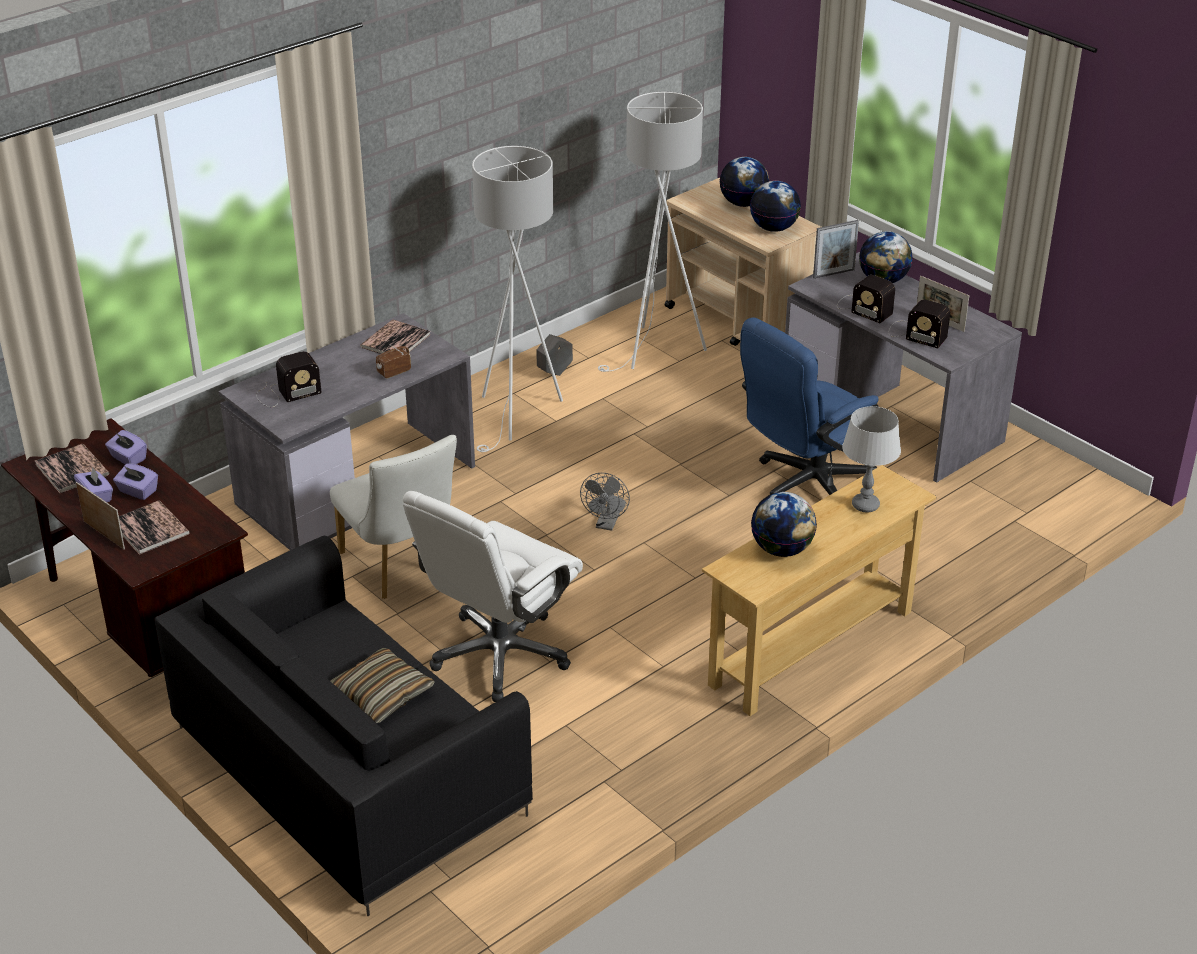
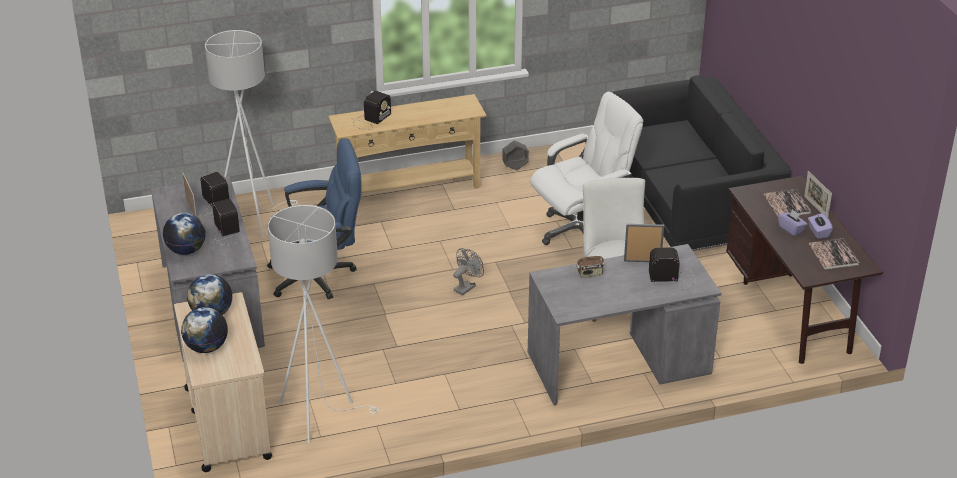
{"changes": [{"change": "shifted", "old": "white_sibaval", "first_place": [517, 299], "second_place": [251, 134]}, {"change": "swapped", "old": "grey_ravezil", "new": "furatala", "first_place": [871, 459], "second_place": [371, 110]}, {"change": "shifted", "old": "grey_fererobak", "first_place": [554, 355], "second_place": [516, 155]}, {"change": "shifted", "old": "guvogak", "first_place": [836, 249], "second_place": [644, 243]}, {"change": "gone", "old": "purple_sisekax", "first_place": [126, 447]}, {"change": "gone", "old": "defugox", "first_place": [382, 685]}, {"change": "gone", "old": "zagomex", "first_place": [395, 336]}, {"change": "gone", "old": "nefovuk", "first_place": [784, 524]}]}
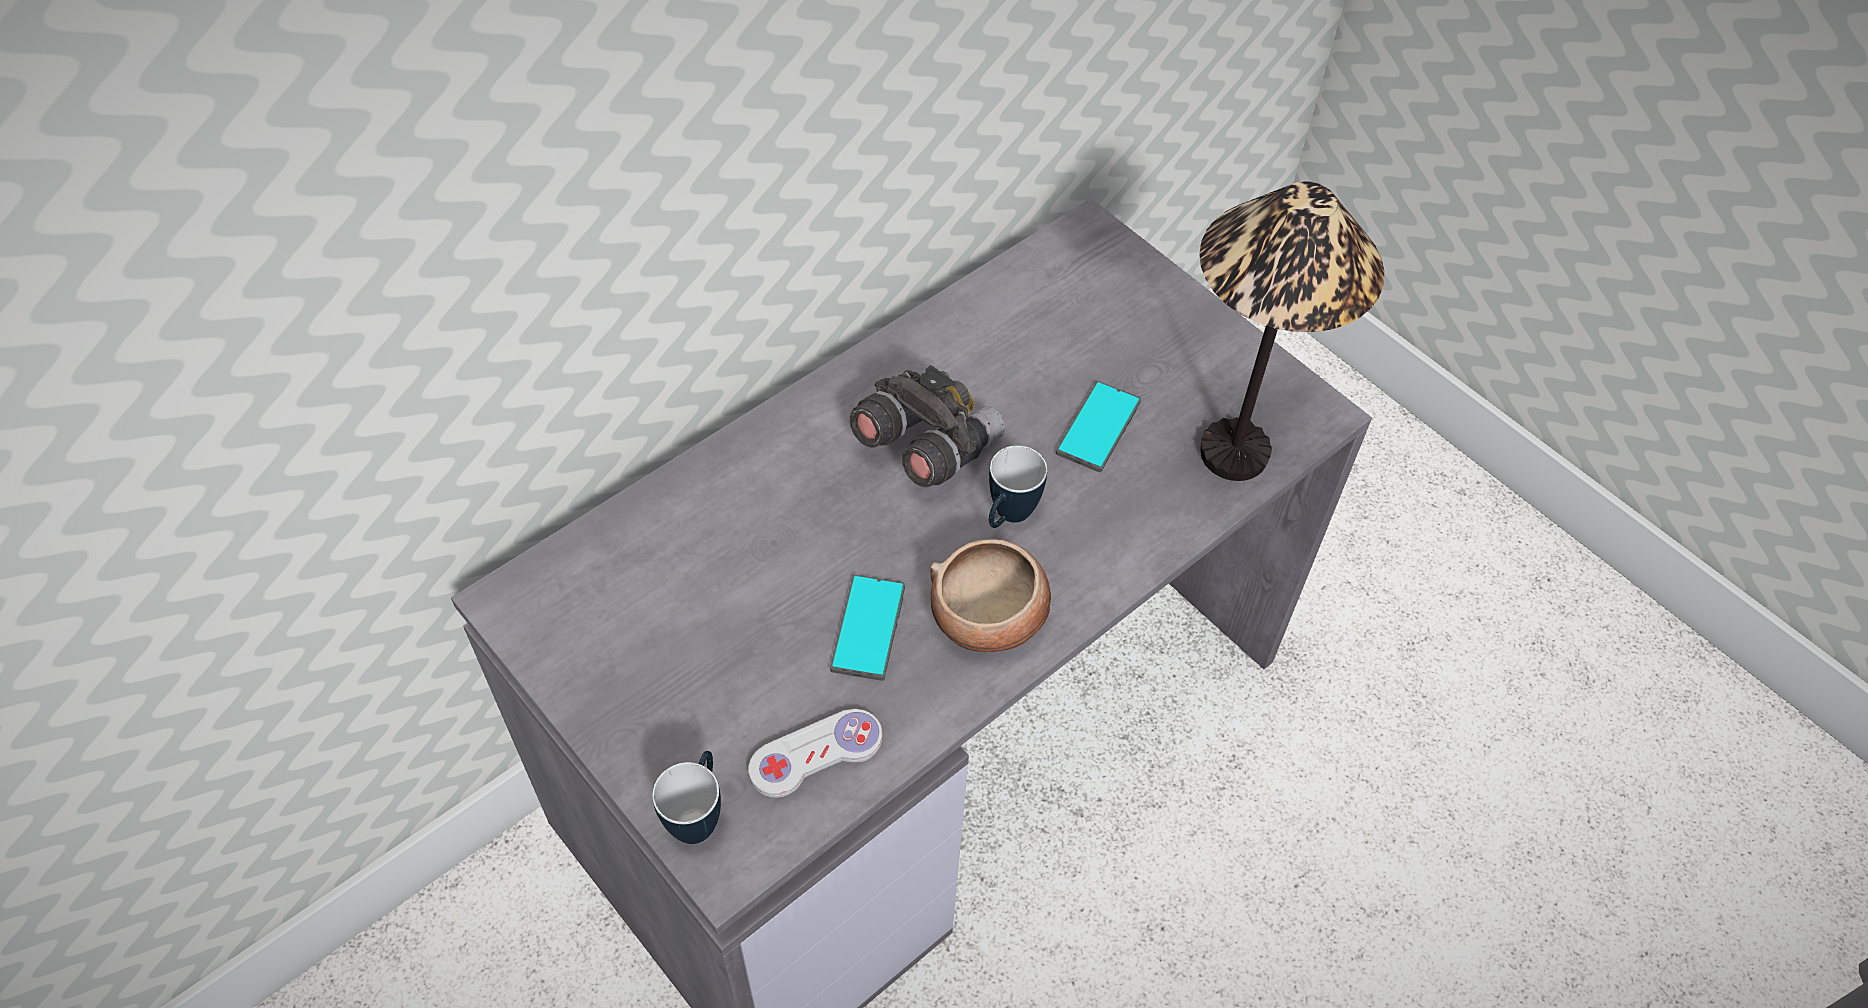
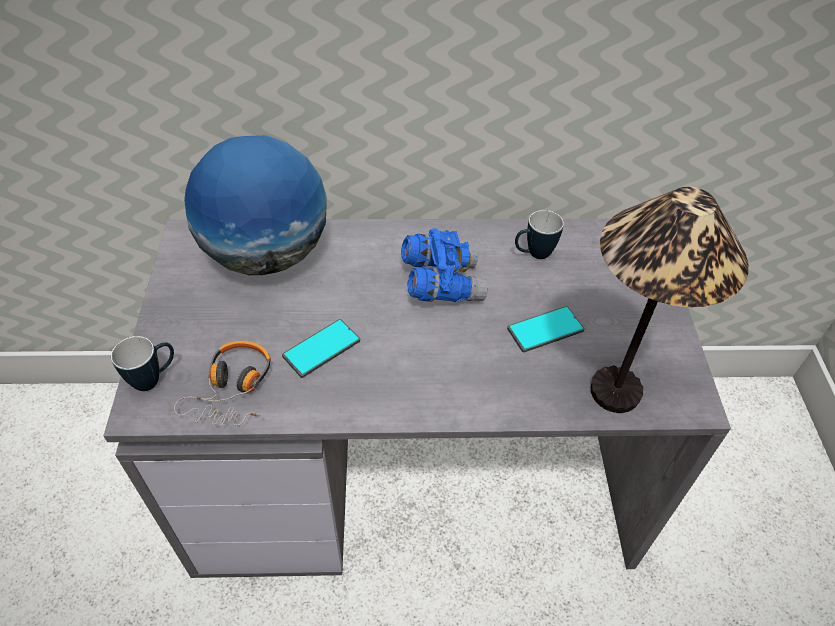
{"changes": [{"change": "swapped", "old": "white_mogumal", "new": "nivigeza", "first_place": [815, 753], "second_place": [222, 383]}, {"change": "new", "new": "nefovuk", "second_place": [255, 205]}, {"change": "repainted", "old": "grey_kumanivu", "new": "blue_kumanivu", "first_place": [927, 426], "second_place": [444, 265]}, {"change": "shifted", "old": "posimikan", "first_place": [1018, 486], "second_place": [539, 234]}, {"change": "gone", "old": "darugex", "first_place": [991, 596]}]}
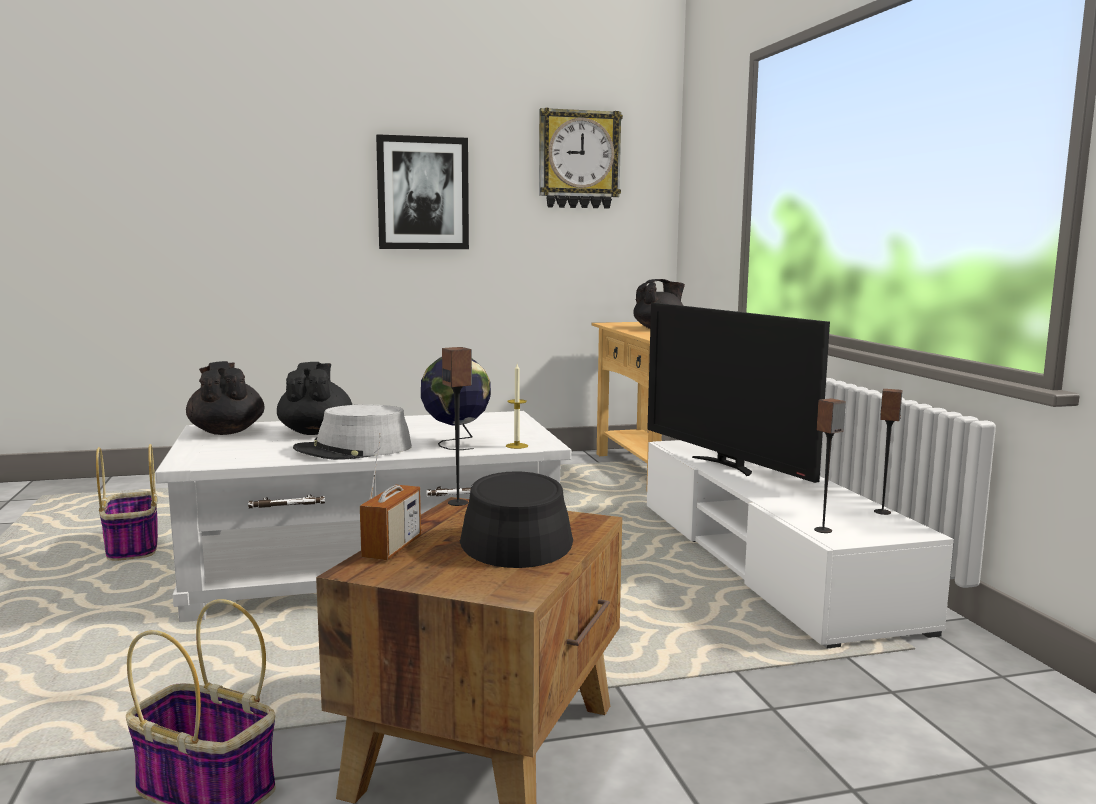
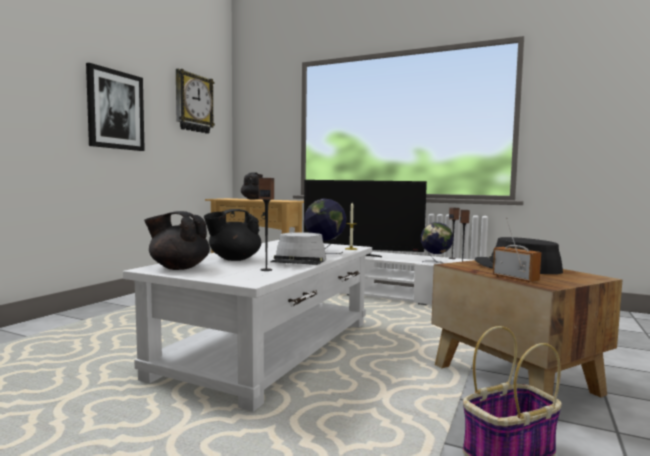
{"changes": [{"change": "rotated", "old": "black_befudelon", "first_place": [314, 398], "second_place": [232, 235], "degrees": -60}, {"change": "shifted", "old": "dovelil", "first_place": [457, 426], "second_place": [266, 224]}, {"change": "new", "new": "nefovuk", "second_place": [437, 242]}, {"change": "gone", "old": "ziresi", "first_place": [127, 502]}]}
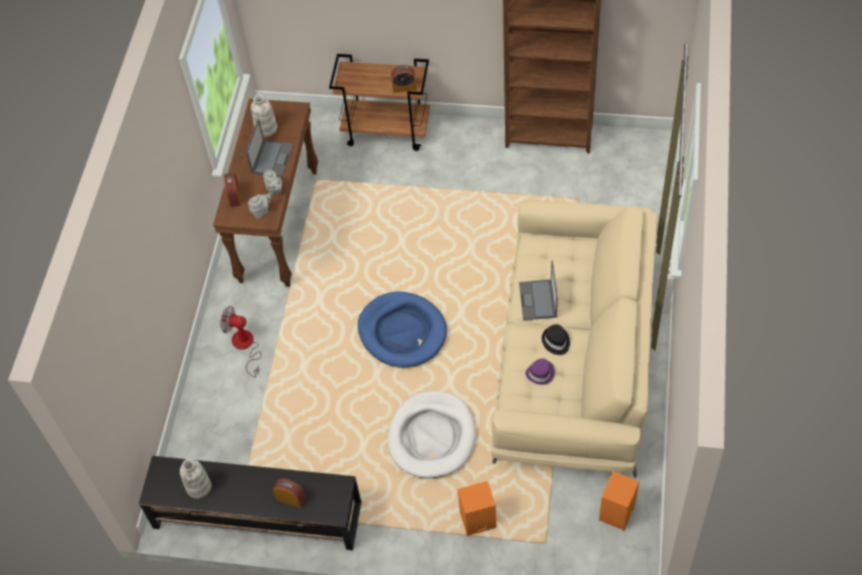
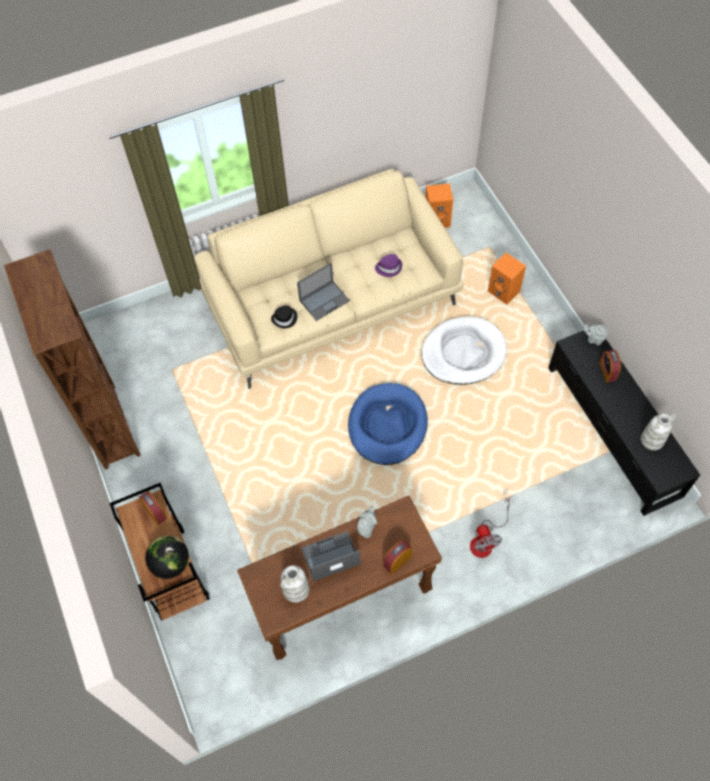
{"changes": [{"change": "new", "new": "nefovuk", "second_place": [167, 557]}, {"change": "shifted", "old": "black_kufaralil", "first_place": [556, 339], "second_place": [284, 316]}, {"change": "shifted", "old": "grey_befudelon", "first_place": [260, 206], "second_place": [596, 334]}]}
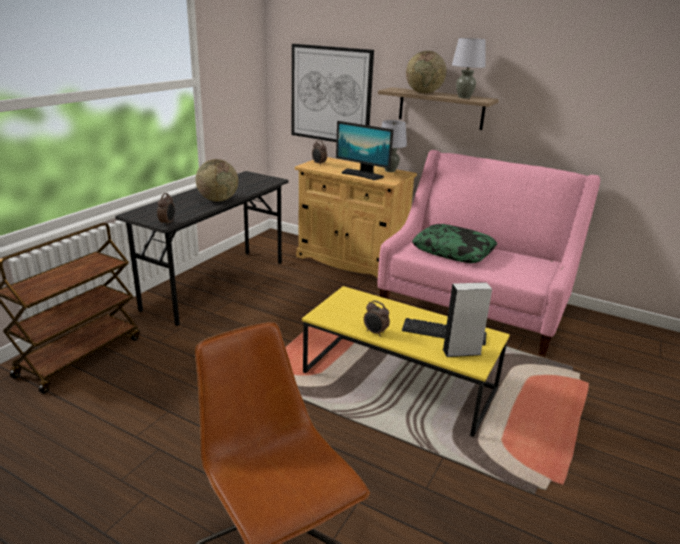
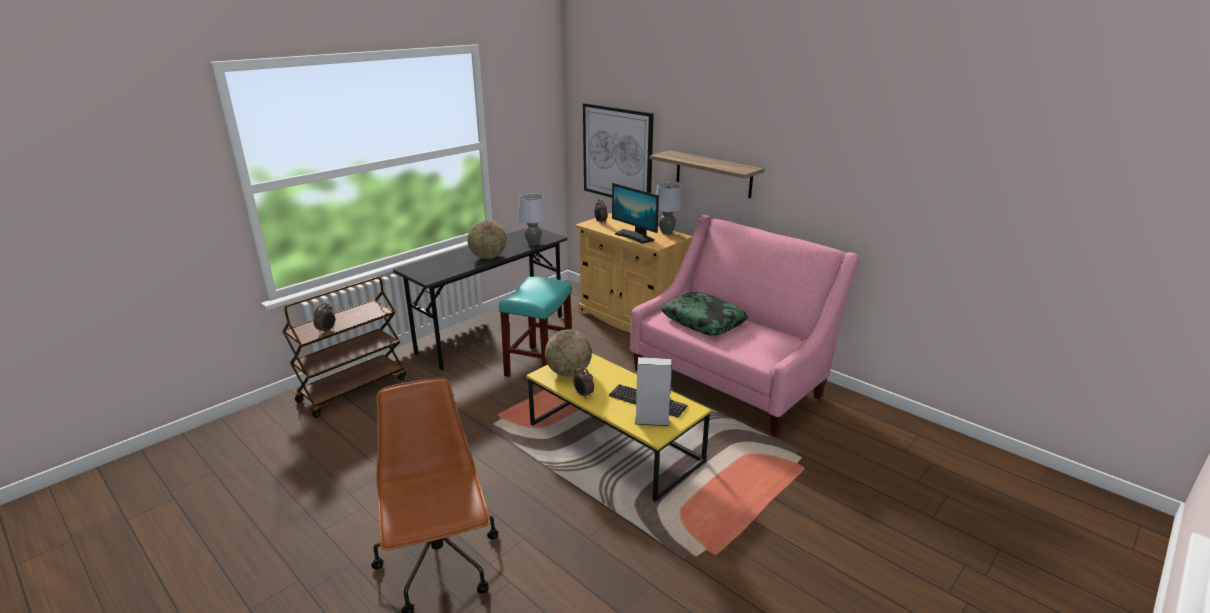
{"changes": [{"change": "shifted", "old": "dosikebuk", "first_place": [166, 209], "second_place": [324, 318]}, {"change": "new", "new": "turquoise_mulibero", "second_place": [535, 327]}, {"change": "shifted", "old": "grey_ravezil", "first_place": [469, 68], "second_place": [532, 220]}, {"change": "shifted", "old": "nefovuk", "first_place": [426, 72], "second_place": [568, 353]}]}
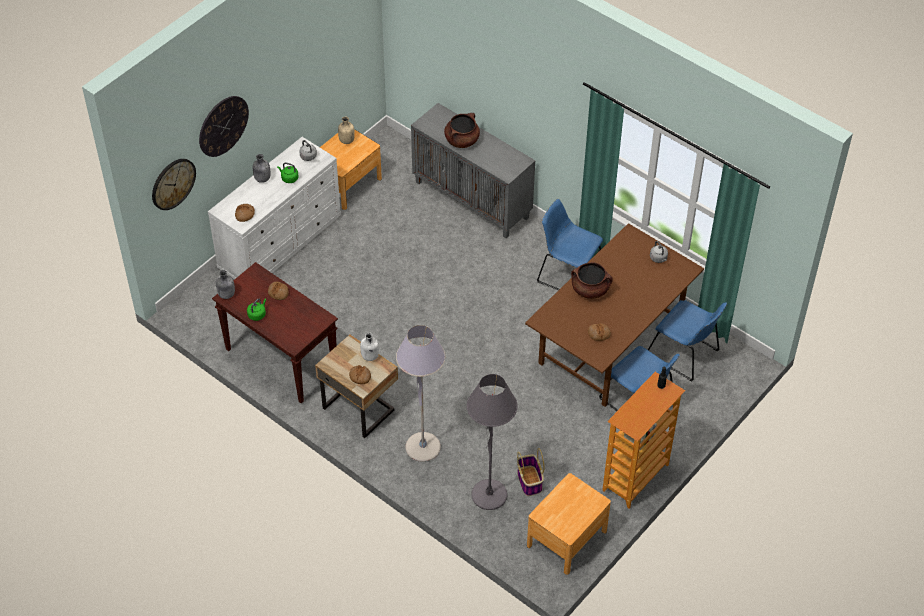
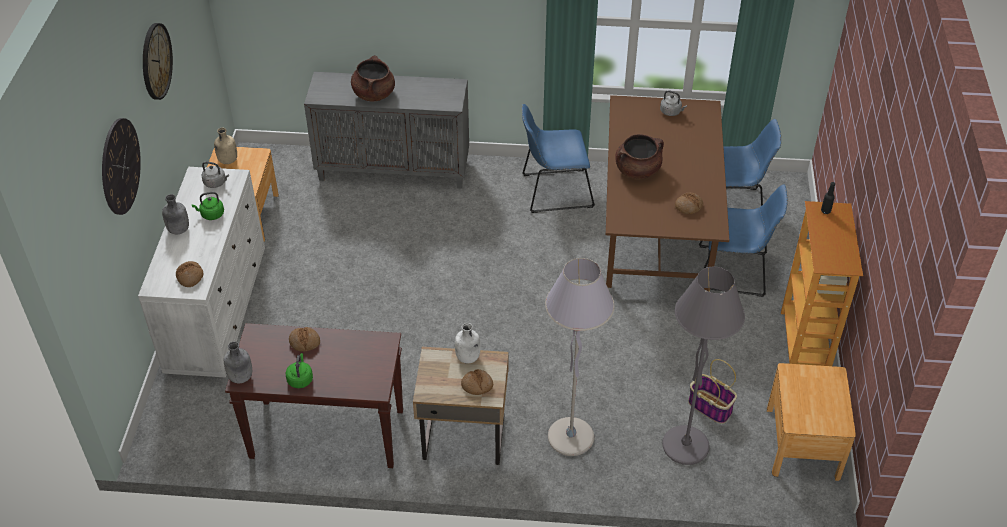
{"changes": [{"change": "shifted", "old": "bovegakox", "first_place": [174, 184], "second_place": [158, 61]}]}
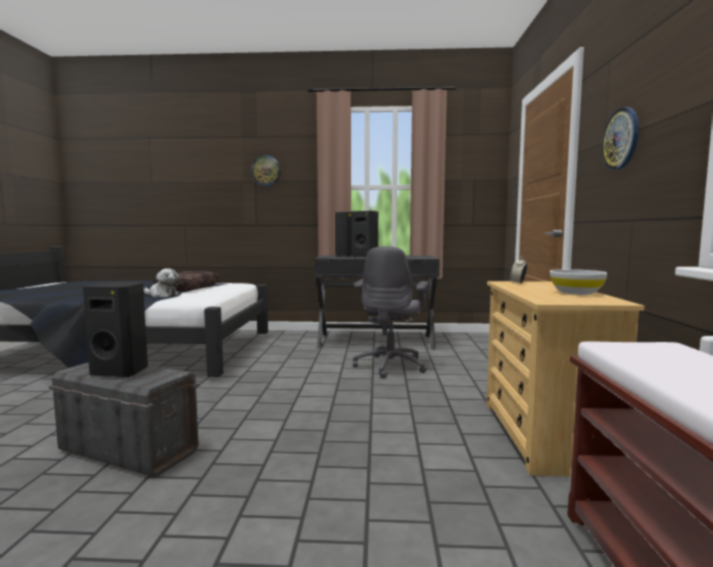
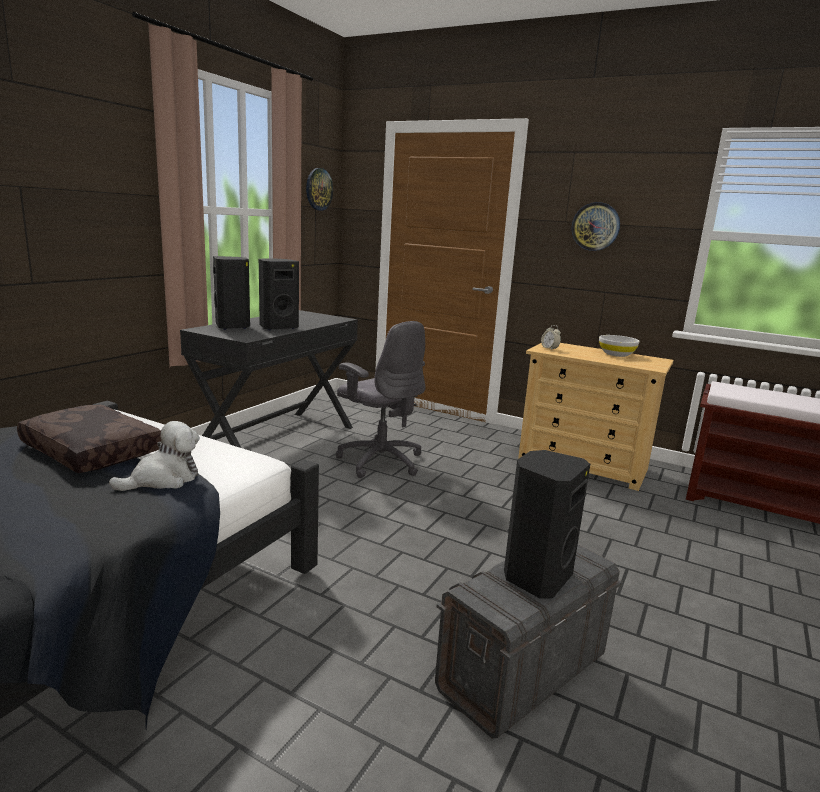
{"changes": [{"change": "shifted", "old": "bovegakox", "first_place": [265, 171], "second_place": [319, 189]}]}
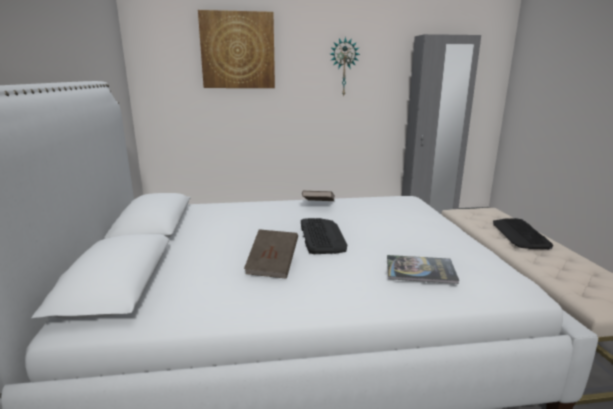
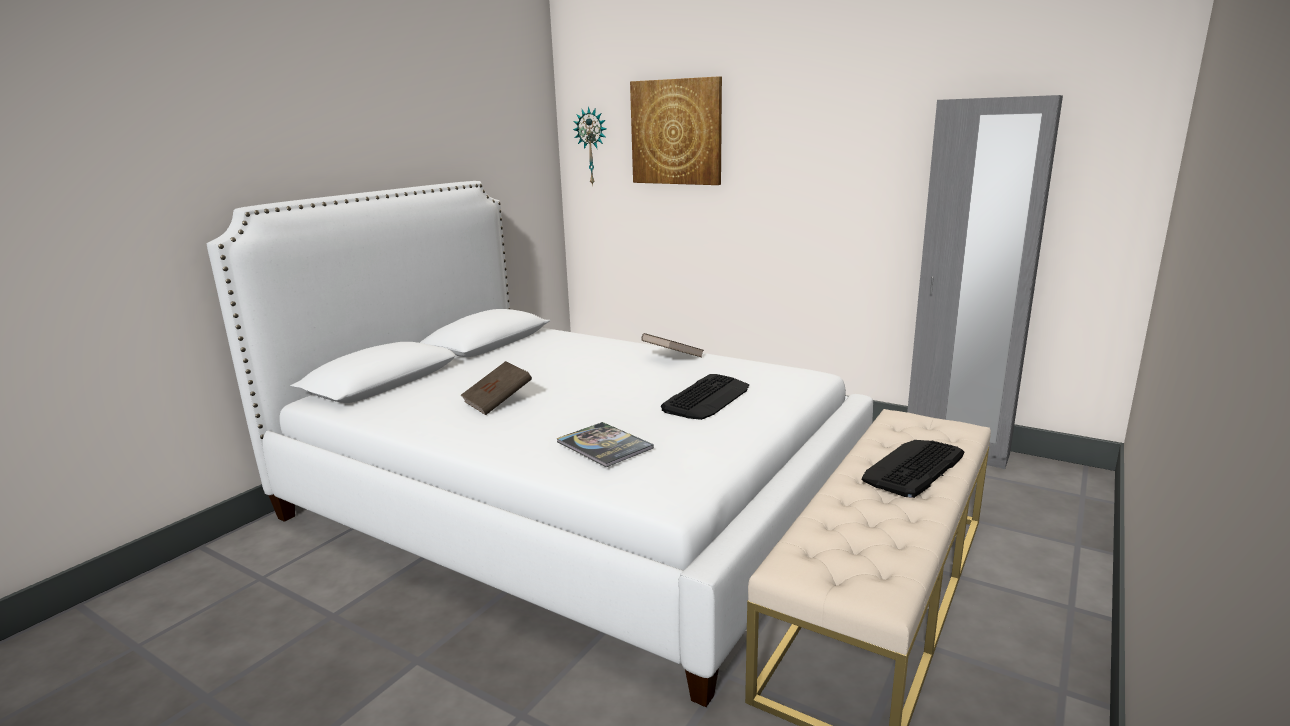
{"changes": [{"change": "shifted", "old": "bovegakox", "first_place": [345, 67], "second_place": [590, 146]}, {"change": "shifted", "old": "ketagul", "first_place": [324, 236], "second_place": [705, 397]}]}
